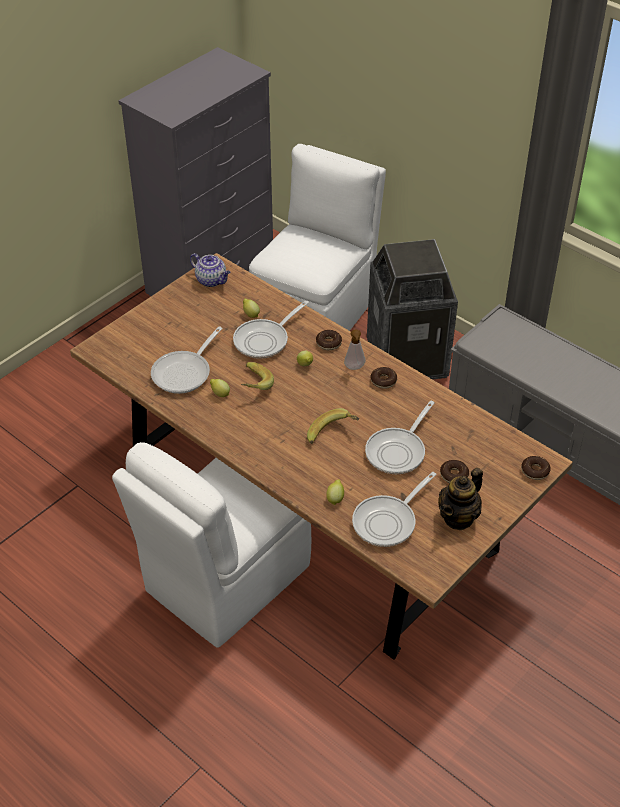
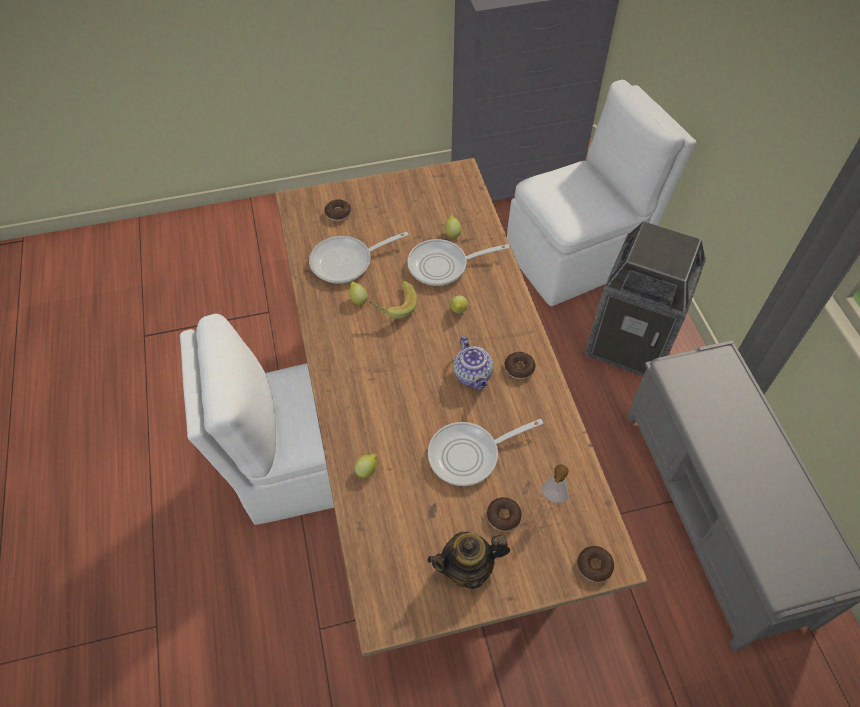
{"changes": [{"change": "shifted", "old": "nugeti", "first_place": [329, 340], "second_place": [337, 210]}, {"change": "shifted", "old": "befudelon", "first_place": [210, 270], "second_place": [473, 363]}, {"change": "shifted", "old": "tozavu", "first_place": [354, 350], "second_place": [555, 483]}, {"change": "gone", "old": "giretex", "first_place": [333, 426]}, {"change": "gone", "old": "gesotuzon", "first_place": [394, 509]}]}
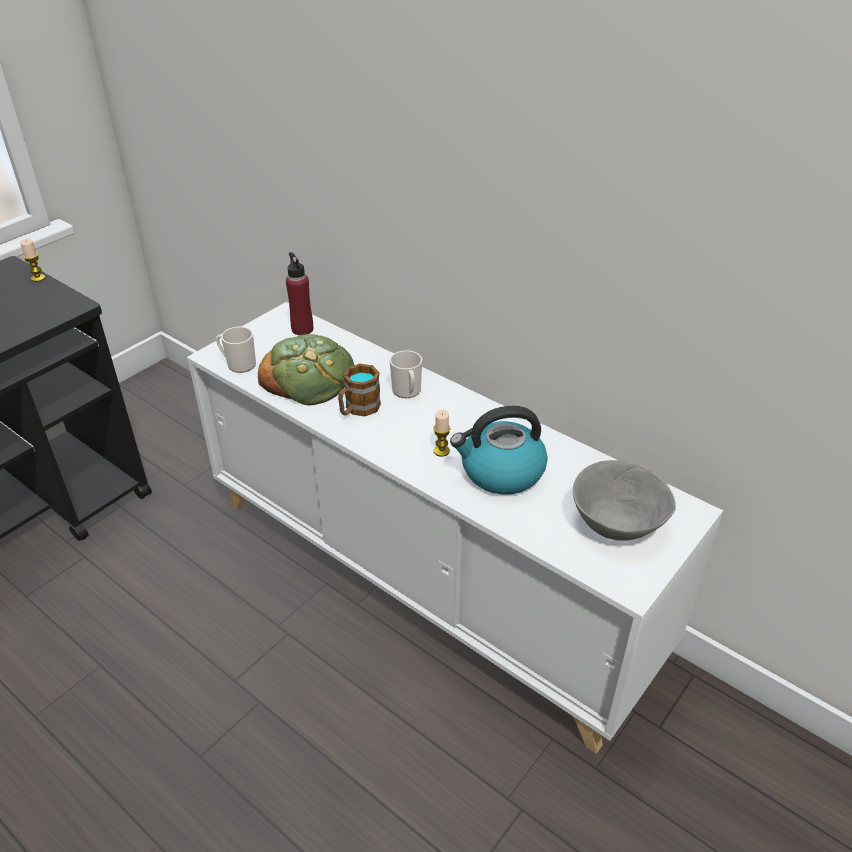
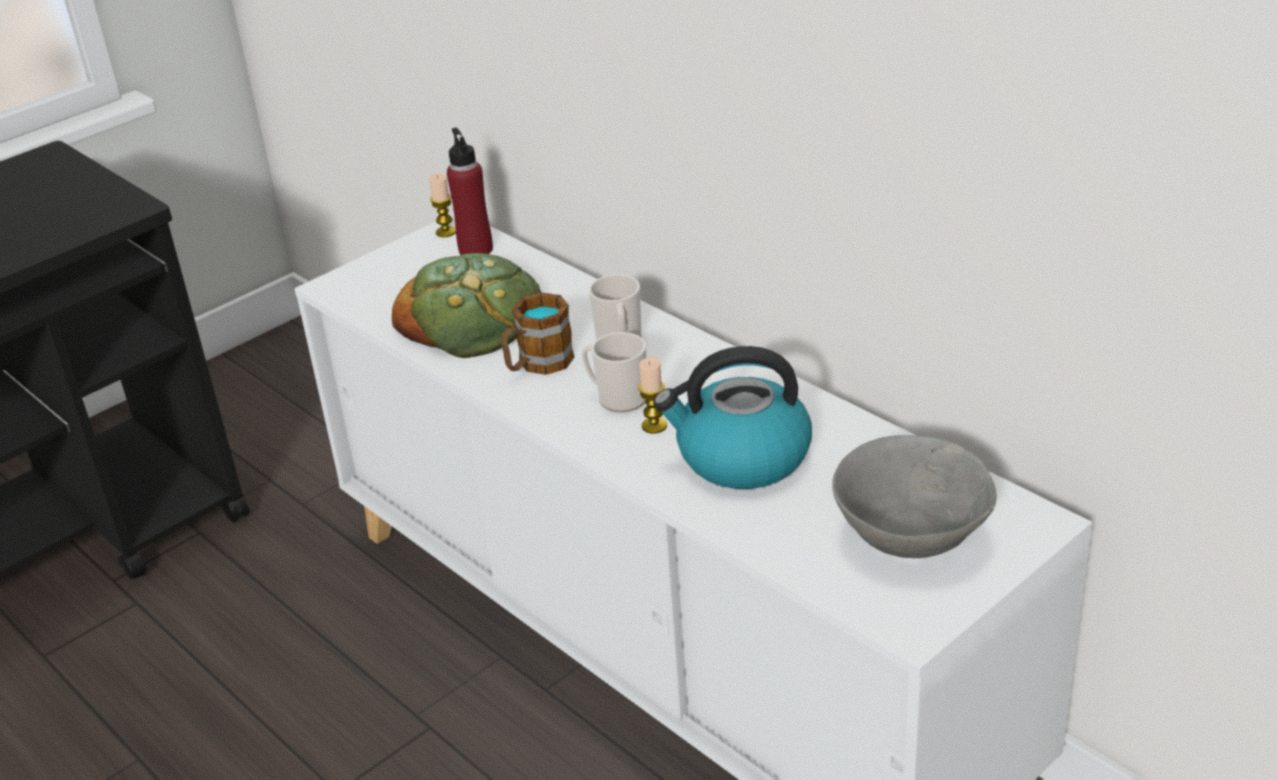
{"changes": [{"change": "shifted", "old": "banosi", "first_place": [33, 260], "second_place": [442, 205]}, {"change": "shifted", "old": "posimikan", "first_place": [236, 350], "second_place": [614, 372]}]}
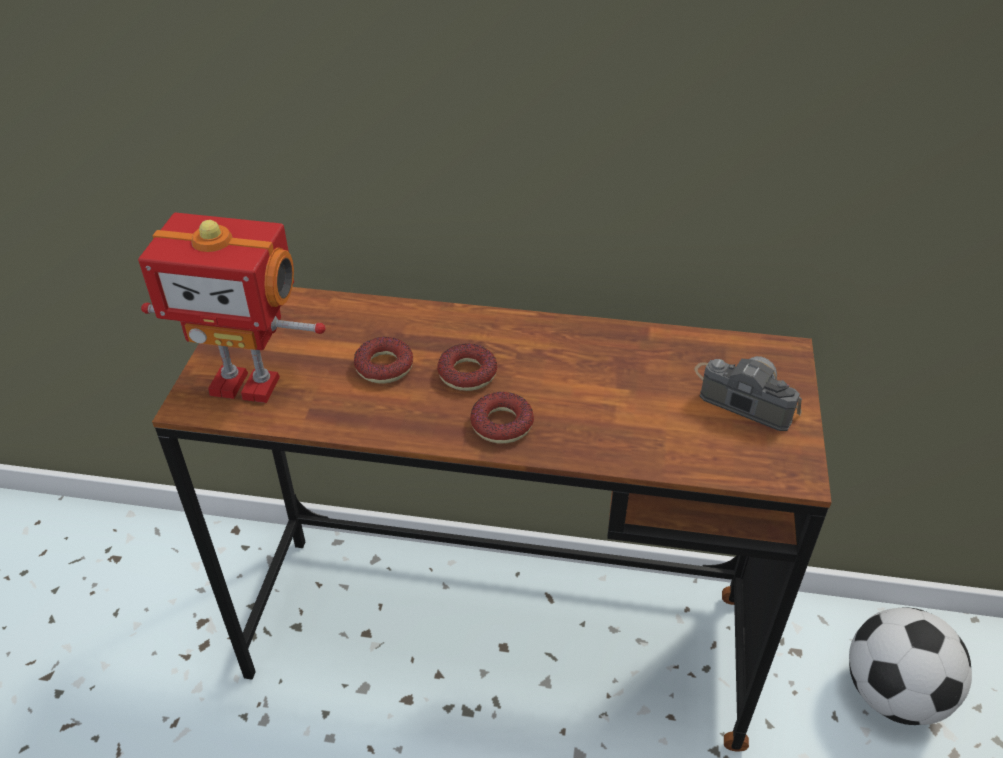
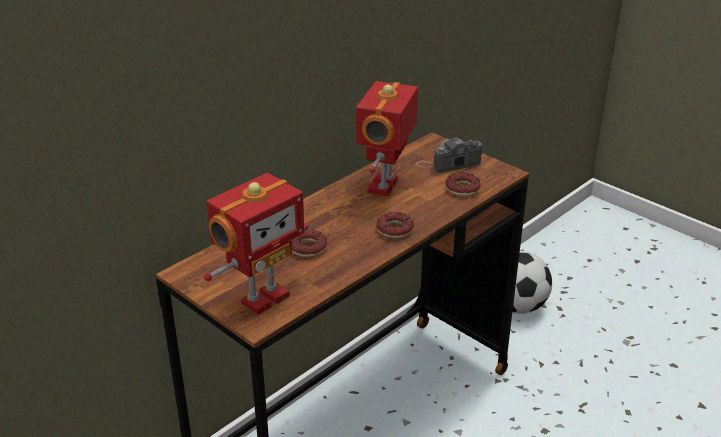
{"changes": [{"change": "new", "new": "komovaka", "second_place": [387, 139]}, {"change": "shifted", "old": "nugeti", "first_place": [467, 367], "second_place": [463, 184]}]}
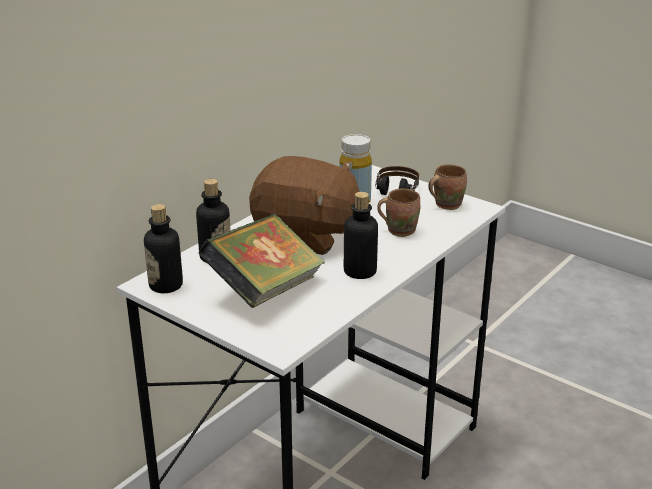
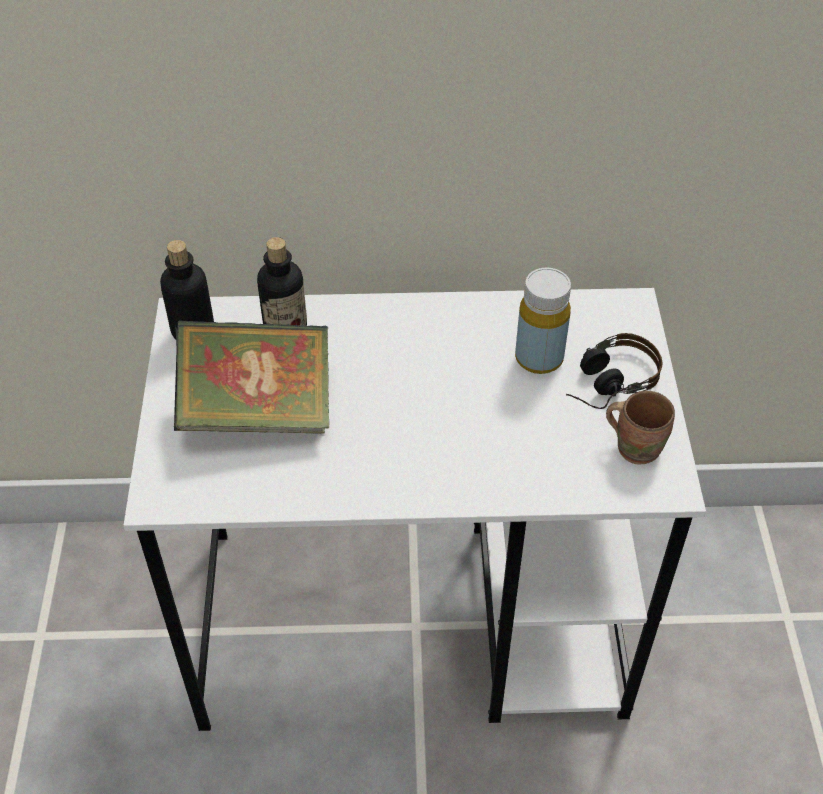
{"changes": [{"change": "gone", "old": "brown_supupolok", "first_place": [304, 205]}, {"change": "gone", "old": "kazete", "first_place": [361, 235]}, {"change": "gone", "old": "brown_posimikan", "first_place": [398, 212]}]}
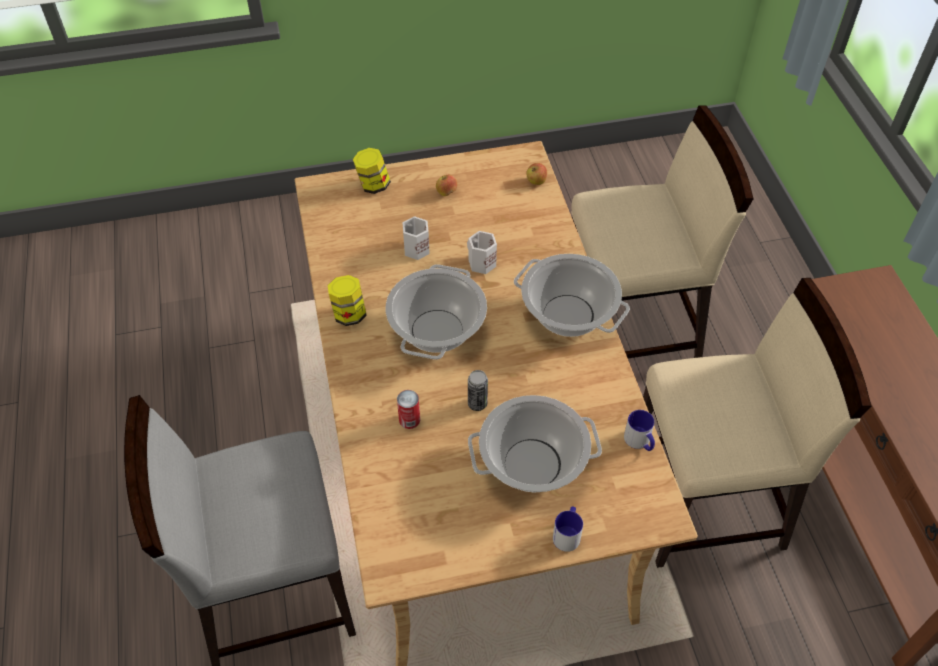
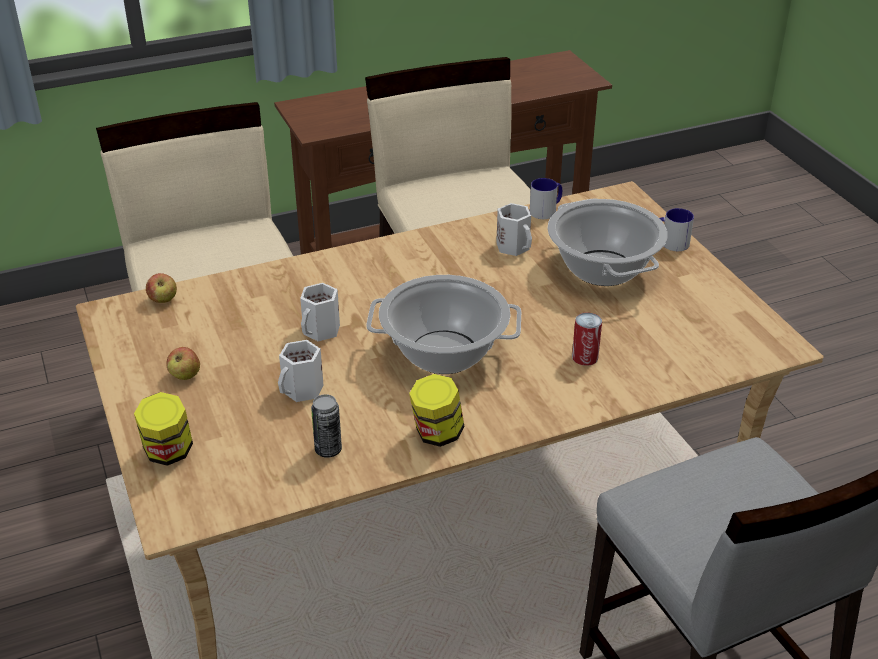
{"changes": [{"change": "shifted", "old": "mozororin", "first_place": [478, 390], "second_place": [326, 426]}, {"change": "new", "new": "white_posimikan", "second_place": [514, 229]}, {"change": "gone", "old": "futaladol", "first_place": [572, 295]}]}
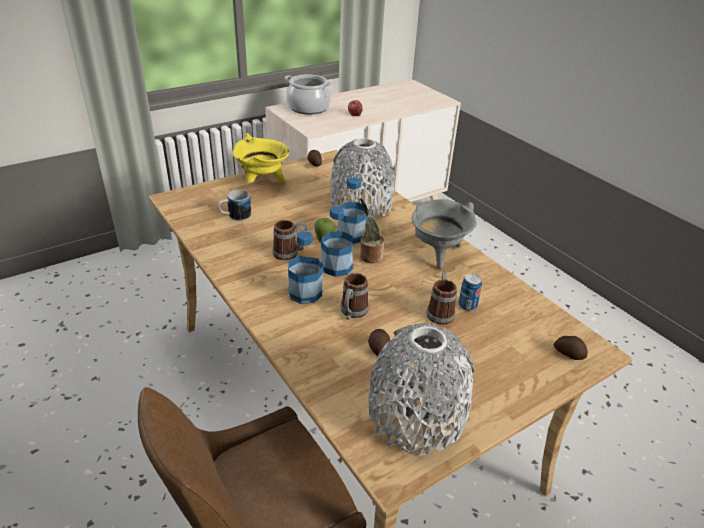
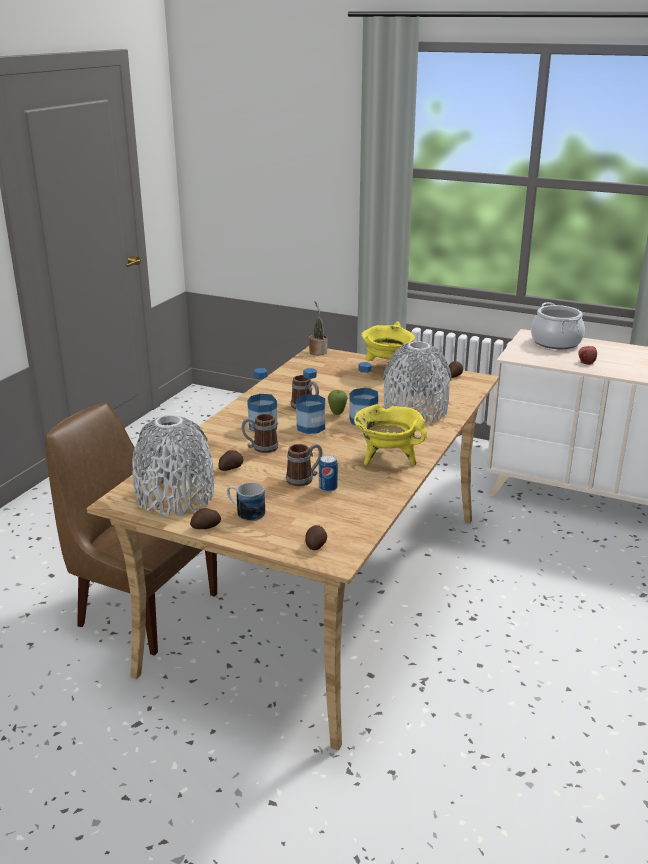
{"changes": [{"change": "new", "new": "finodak", "second_place": [205, 518]}, {"change": "shifted", "old": "posimikan", "first_place": [234, 205], "second_place": [246, 501]}, {"change": "shifted", "old": "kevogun", "first_place": [372, 230], "second_place": [318, 328]}, {"change": "repainted", "old": "grey_futaladol", "new": "yellow_futaladol", "first_place": [444, 234], "second_place": [390, 435]}]}
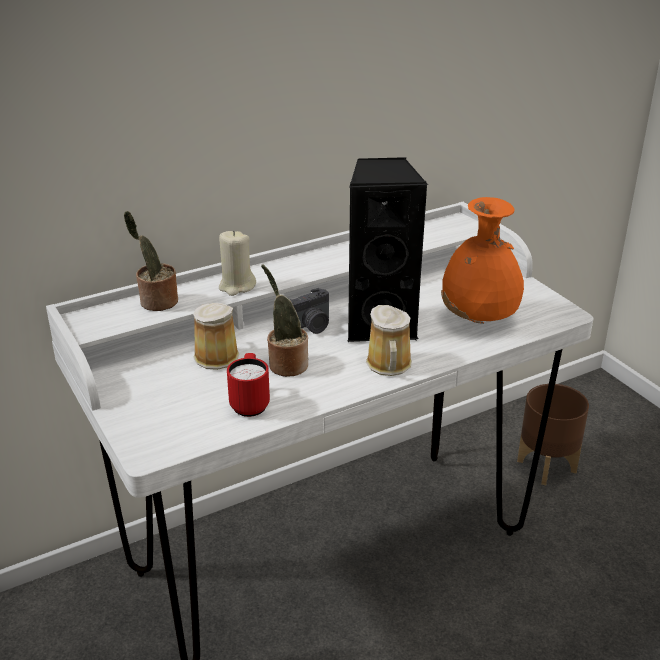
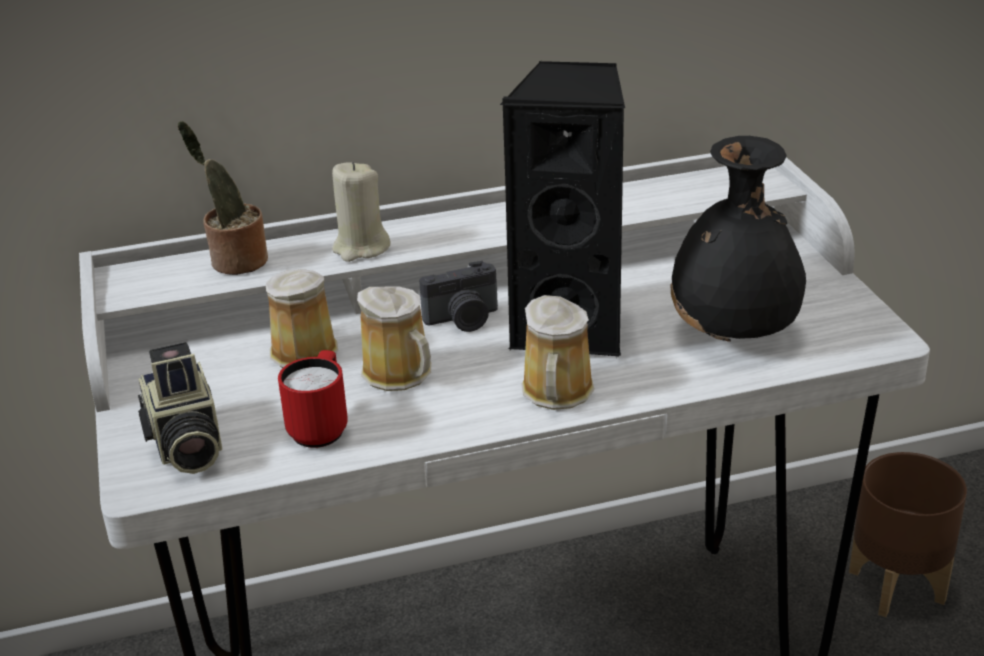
{"changes": [{"change": "new", "new": "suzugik", "second_place": [180, 408]}, {"change": "swapped", "old": "kevogun", "new": "posimikan", "first_place": [284, 320], "second_place": [394, 338]}, {"change": "repainted", "old": "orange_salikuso", "new": "black_salikuso", "first_place": [482, 260], "second_place": [738, 239]}]}
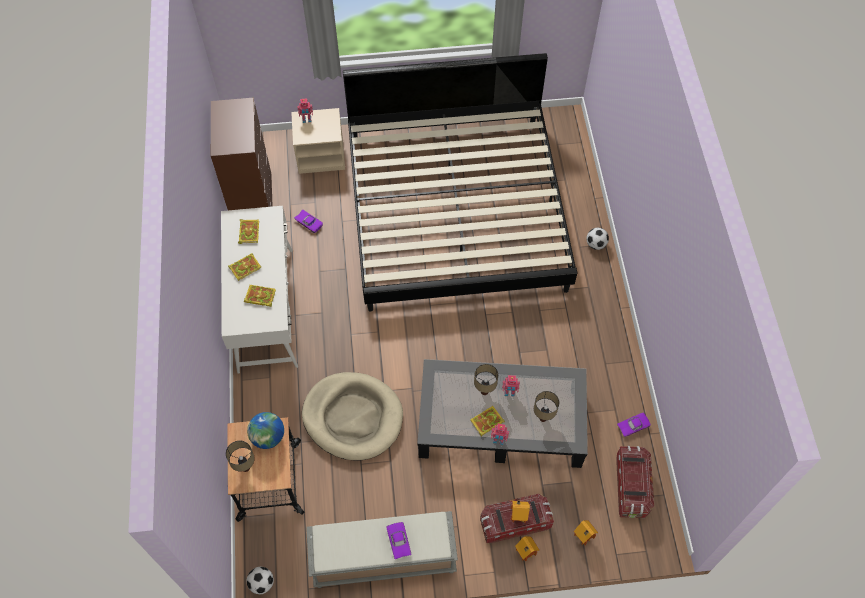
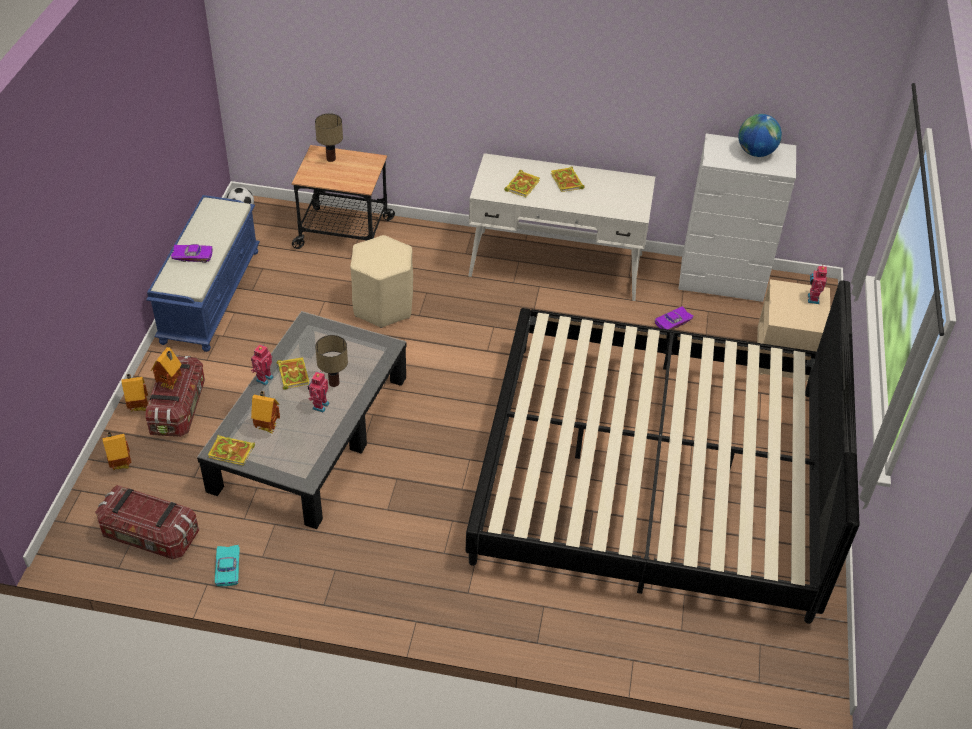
{"changes": [{"change": "repainted", "old": "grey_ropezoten", "new": "blue_ropezoten", "first_place": [382, 549], "second_place": [203, 273]}, {"change": "shifted", "old": "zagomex", "first_place": [248, 231], "second_place": [231, 450]}, {"change": "repainted", "old": "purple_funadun", "new": "turquoise_funadun", "first_place": [634, 425], "second_place": [227, 565]}, {"change": "swapped", "old": "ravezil", "new": "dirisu", "first_place": [546, 406], "second_place": [265, 412]}, {"change": "swapped", "old": "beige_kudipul", "new": "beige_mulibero", "first_place": [352, 416], "second_place": [381, 281]}, {"change": "repainted", "old": "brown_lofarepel", "new": "white_lofarepel", "first_place": [242, 154], "second_place": [737, 218]}, {"change": "shifted", "old": "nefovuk", "first_place": [265, 430], "second_place": [760, 135]}, {"change": "gone", "old": "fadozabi", "first_place": [597, 239]}]}
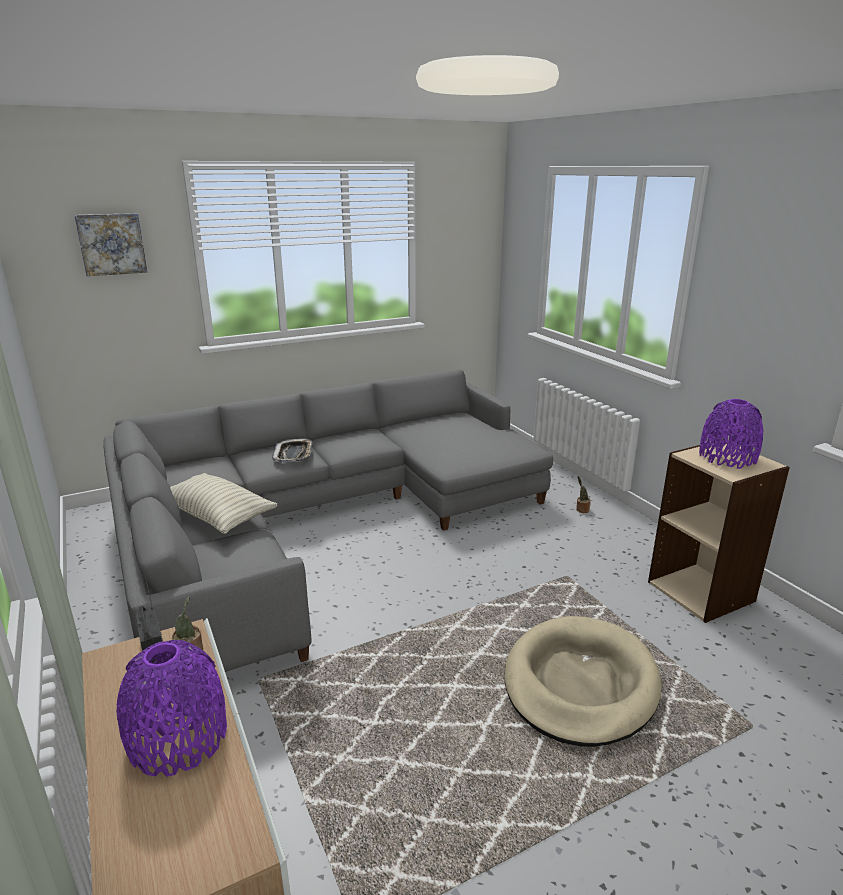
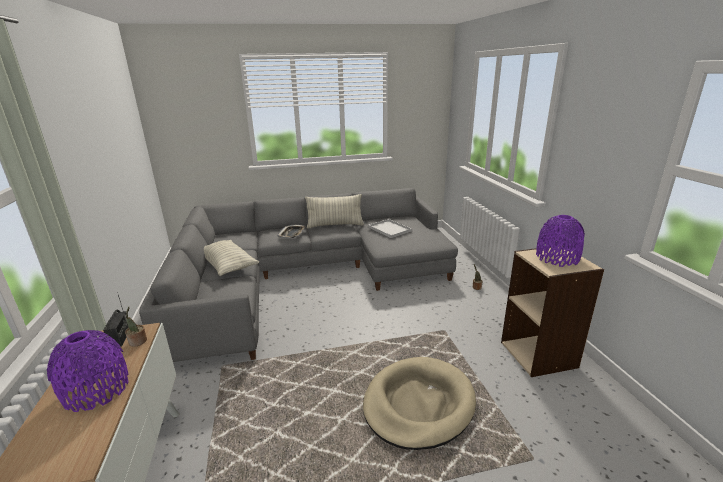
{"changes": [{"change": "new", "new": "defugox", "second_place": [334, 211]}, {"change": "new", "new": "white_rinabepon", "second_place": [390, 228]}, {"change": "gone", "old": "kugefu", "first_place": [110, 244]}]}
